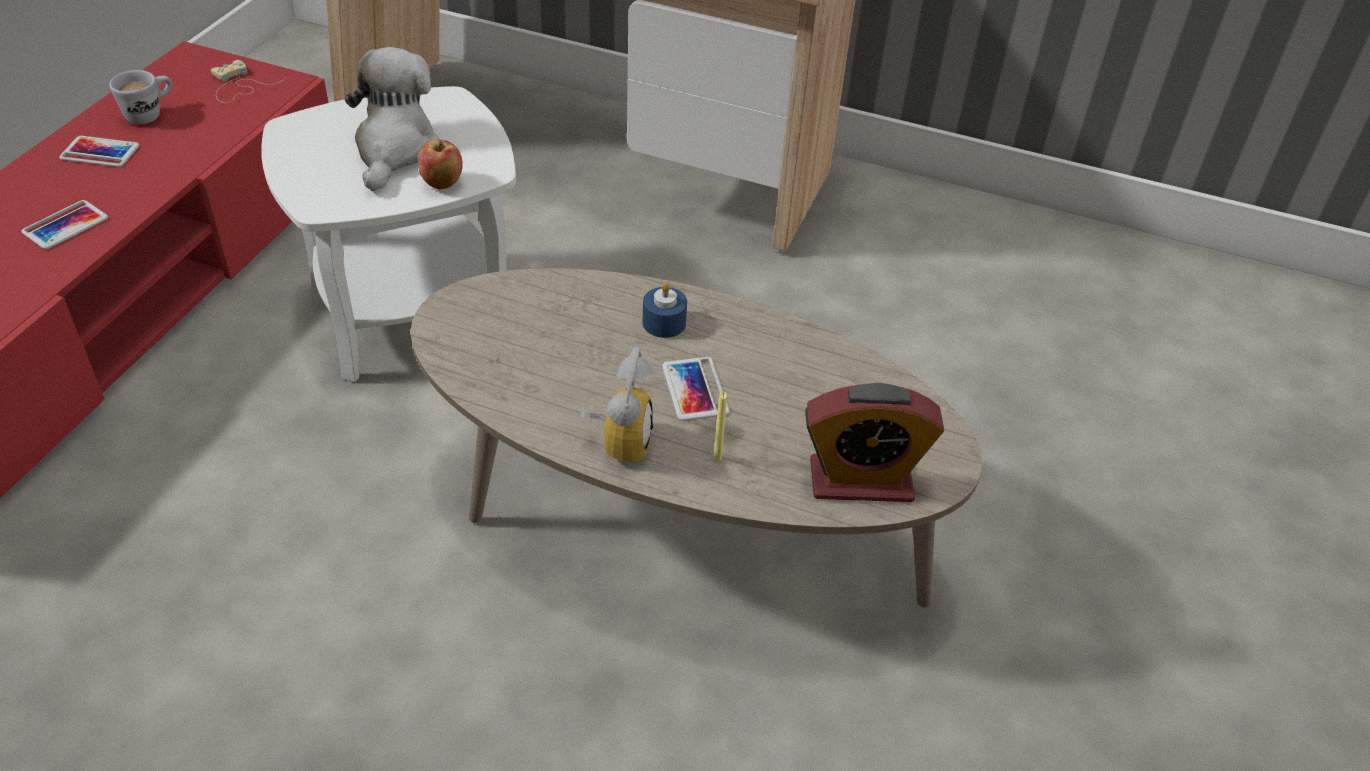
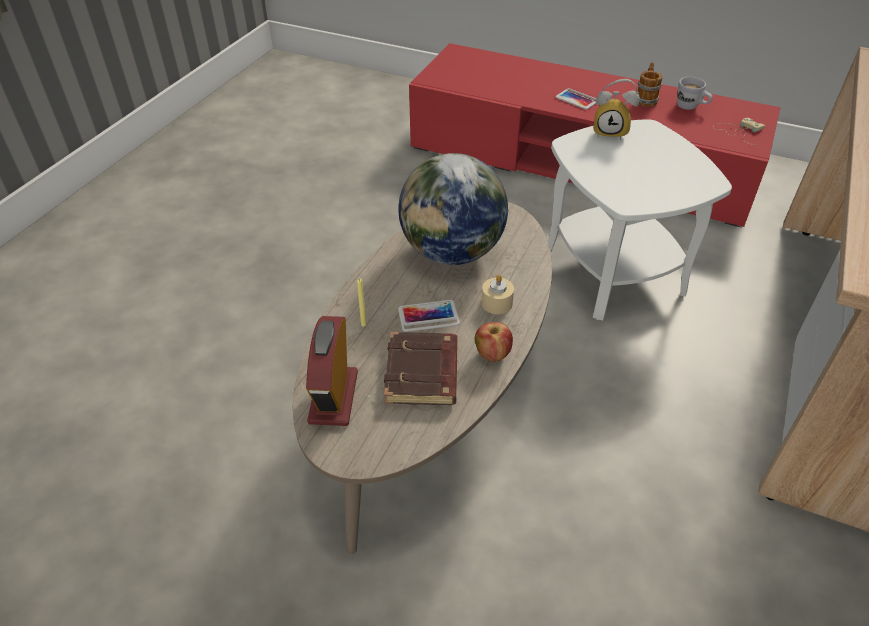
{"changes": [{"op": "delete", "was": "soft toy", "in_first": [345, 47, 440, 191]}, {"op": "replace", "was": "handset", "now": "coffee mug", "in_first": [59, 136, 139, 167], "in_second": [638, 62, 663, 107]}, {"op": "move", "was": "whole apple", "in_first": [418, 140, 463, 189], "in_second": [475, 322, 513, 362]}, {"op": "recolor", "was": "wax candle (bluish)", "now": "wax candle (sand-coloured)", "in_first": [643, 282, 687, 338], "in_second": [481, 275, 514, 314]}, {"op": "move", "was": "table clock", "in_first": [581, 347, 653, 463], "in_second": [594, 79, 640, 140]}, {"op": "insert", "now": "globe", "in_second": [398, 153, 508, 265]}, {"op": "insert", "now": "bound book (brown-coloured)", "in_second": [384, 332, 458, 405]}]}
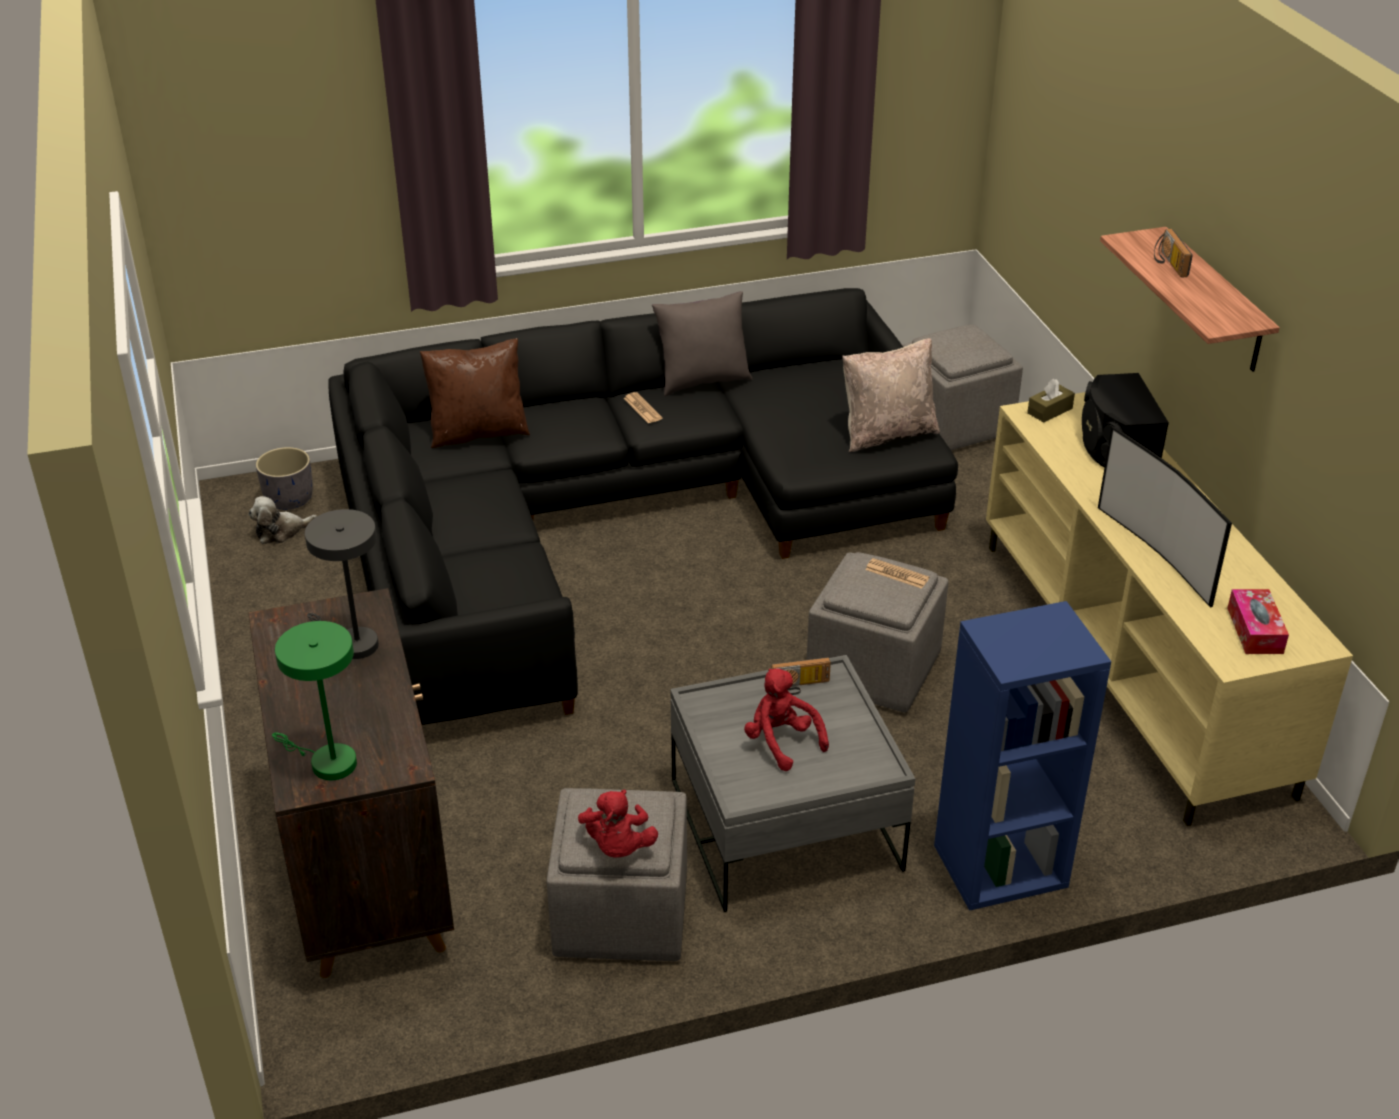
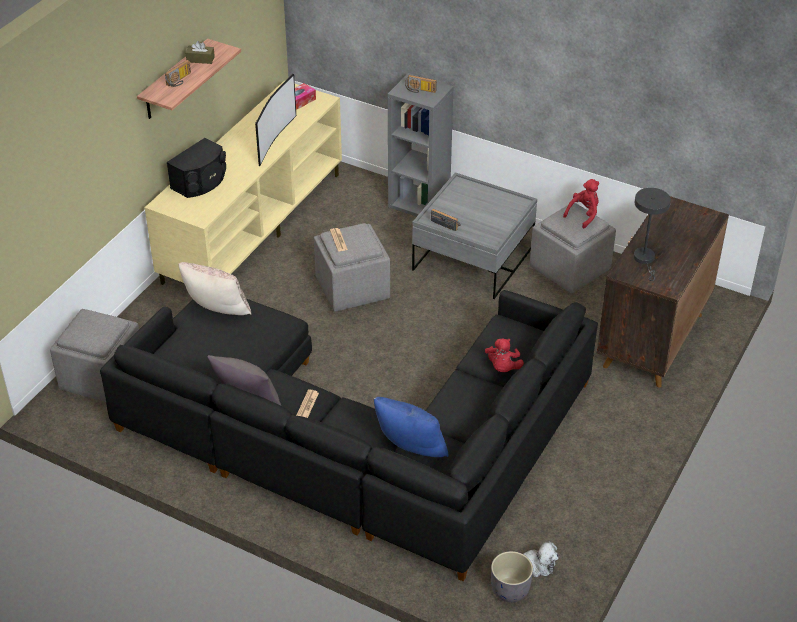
{"changes": [{"op": "recolor", "was": "pillow (brown-coloured)", "now": "pillow (bluish)", "in_first": [420, 339, 530, 448], "in_second": [374, 397, 448, 457]}, {"op": "move", "was": "box of tissues (brown-coloured)", "in_first": [1027, 379, 1075, 422], "in_second": [186, 41, 215, 64]}, {"op": "recolor", "was": "bookcase (bluish)", "now": "bookcase (grey)", "in_first": [934, 601, 1111, 911], "in_second": [388, 73, 454, 217]}, {"op": "delete", "was": "table lamp (green-coloured)", "in_first": [272, 621, 357, 780]}, {"op": "move", "was": "soft toy (red)", "in_first": [744, 669, 829, 771], "in_second": [485, 338, 524, 372]}, {"op": "insert", "now": "radio receiver", "in_second": [405, 75, 437, 93]}]}
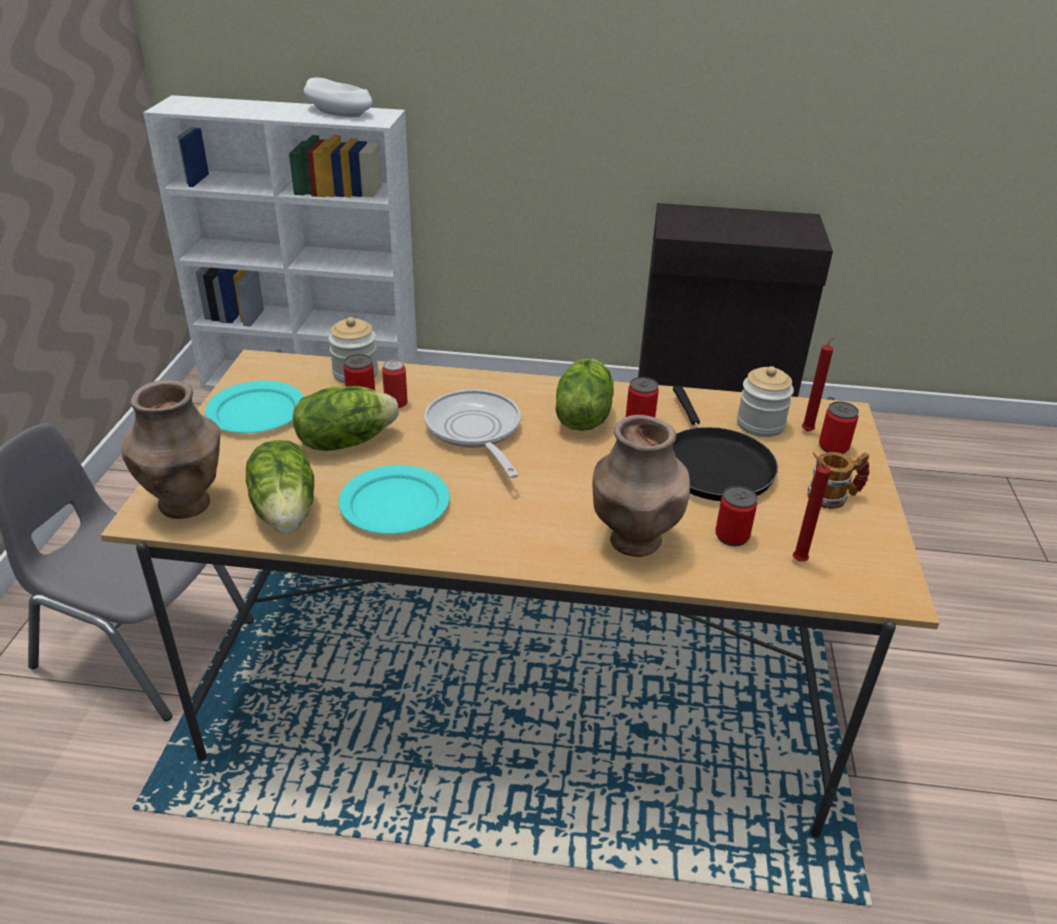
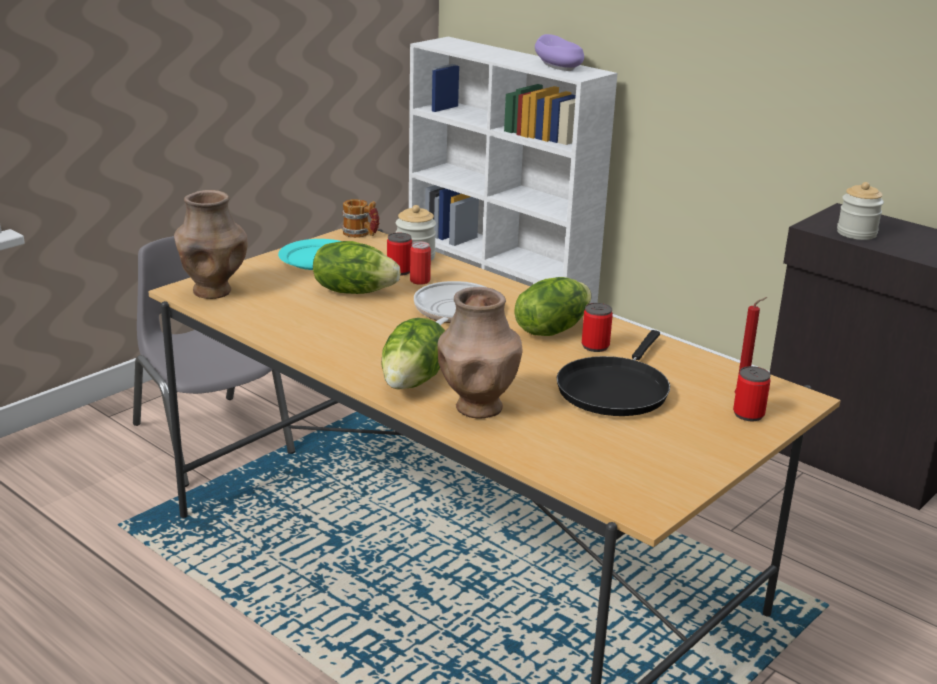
{"changes": [{"op": "recolor", "was": "bowl (whitish)", "now": "bowl (purple)", "in_first": [304, 78, 372, 117], "in_second": [535, 34, 584, 71]}, {"op": "move", "was": "preserve jar", "in_first": [737, 366, 794, 437], "in_second": [837, 182, 884, 240]}, {"op": "move", "was": "lettuce", "in_first": [246, 440, 314, 533], "in_second": [382, 318, 445, 390]}, {"op": "move", "was": "coffee mug", "in_first": [808, 452, 870, 509], "in_second": [342, 199, 380, 238]}, {"op": "delete", "was": "wax candle (red)", "in_first": [793, 453, 831, 562]}, {"op": "delete", "was": "dinner plate (turquoise-coloured)", "in_first": [338, 465, 450, 534]}, {"op": "delete", "was": "sealed can", "in_first": [715, 486, 757, 546]}]}
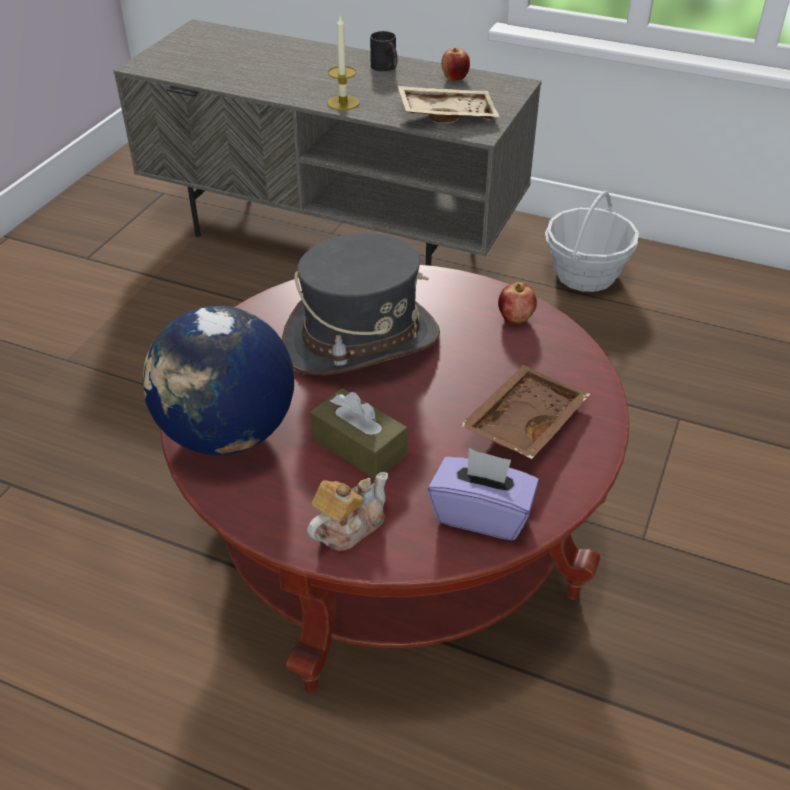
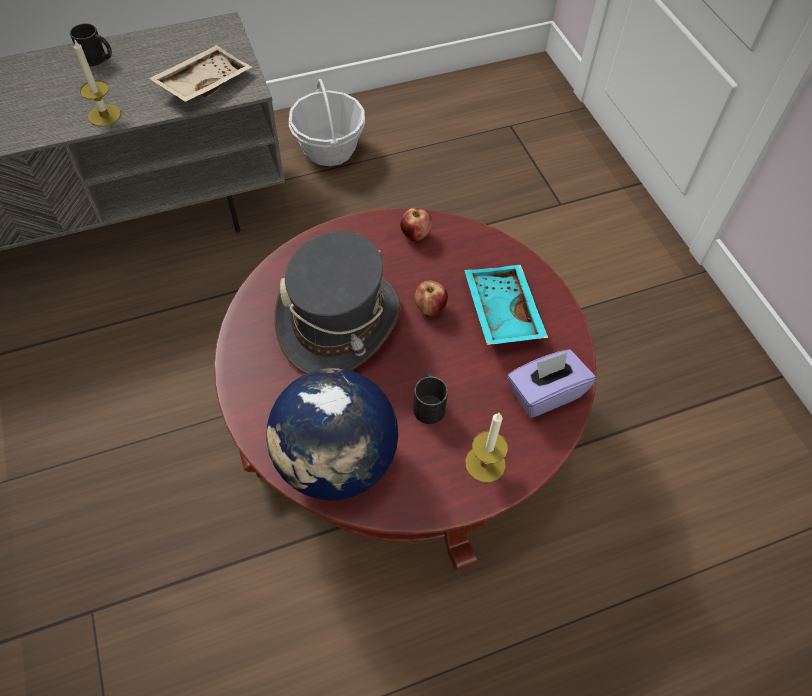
{"changes": [{"op": "move", "was": "whole apple", "in_first": [441, 48, 470, 81], "in_second": [414, 280, 448, 316]}, {"op": "recolor", "was": "carrying tray (brown-coloured)", "now": "carrying tray (turquoise-coloured)", "in_first": [460, 365, 590, 459], "in_second": [464, 265, 548, 345]}, {"op": "replace", "was": "box of tissues (brown-coloured)", "now": "coffee mug (black)", "in_first": [310, 388, 407, 479], "in_second": [413, 371, 448, 424]}, {"op": "replace", "was": "tea pot", "now": "wax candle", "in_first": [307, 472, 388, 551], "in_second": [465, 413, 508, 483]}]}
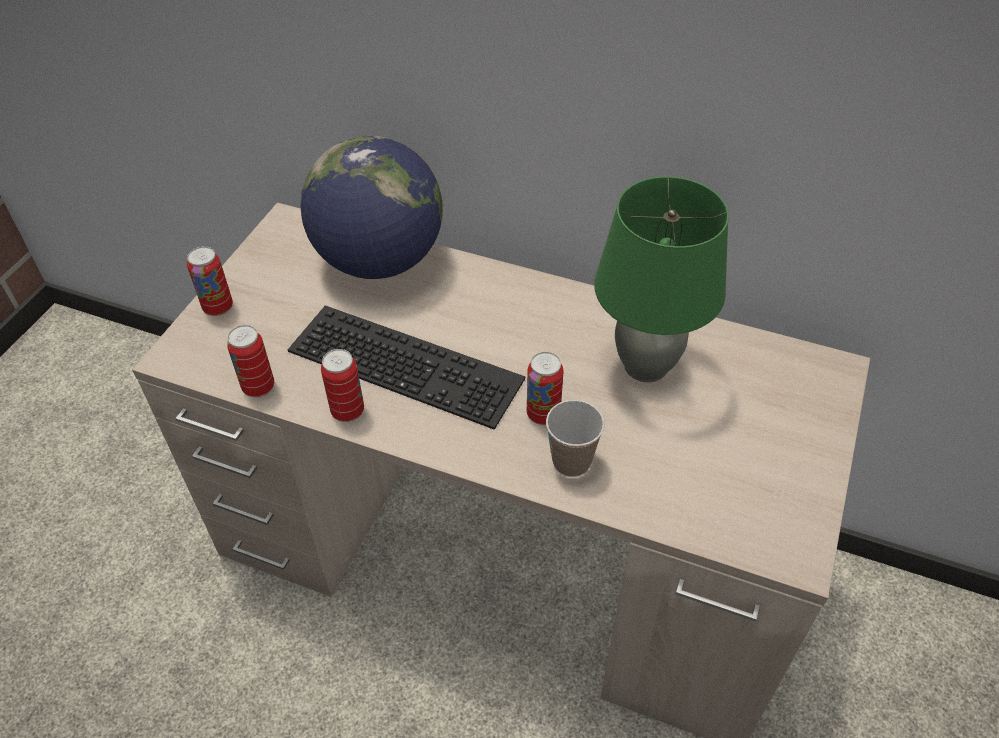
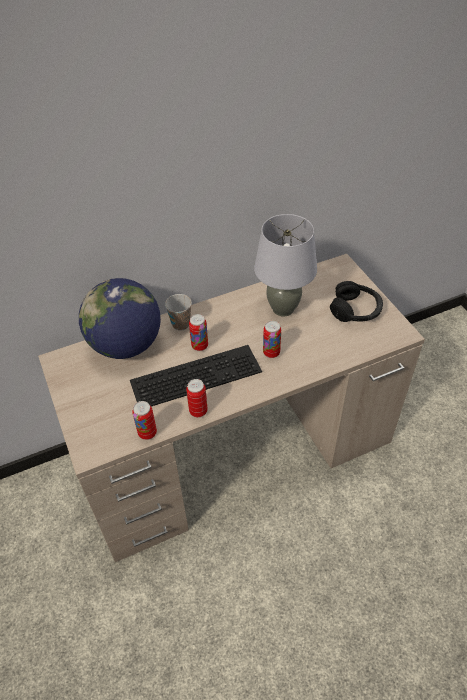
{"changes": [{"op": "recolor", "was": "table lamp (green-coloured)", "now": "table lamp (grey)", "in_first": [594, 176, 729, 382], "in_second": [254, 214, 317, 316]}, {"op": "move", "was": "sealed can", "in_first": [187, 246, 233, 316], "in_second": [189, 314, 208, 351]}, {"op": "move", "was": "drinking cup", "in_first": [546, 400, 605, 477], "in_second": [165, 294, 192, 331]}, {"op": "insert", "now": "headset (black)", "in_second": [330, 281, 383, 322]}]}
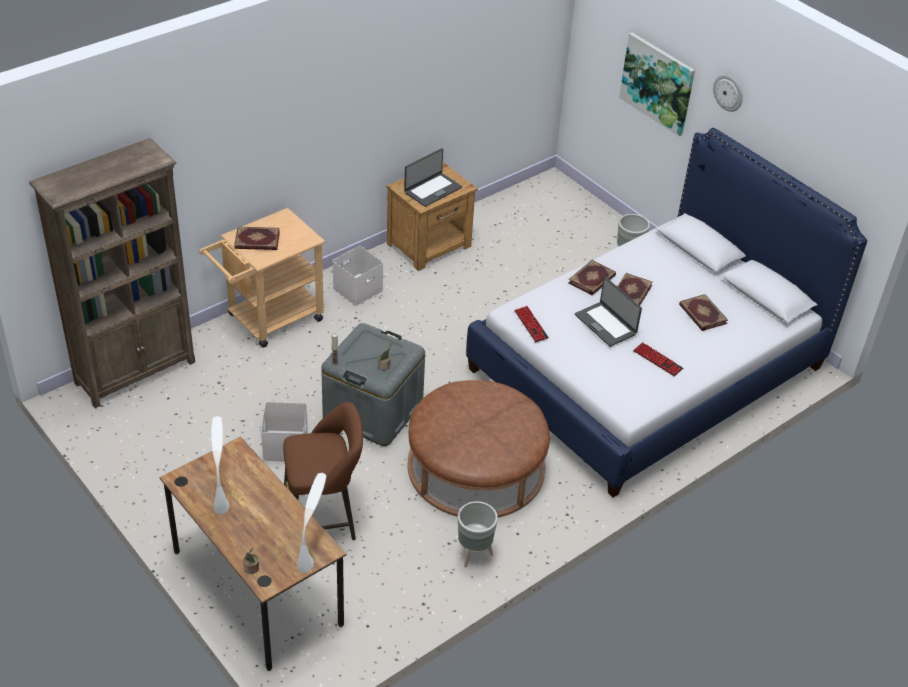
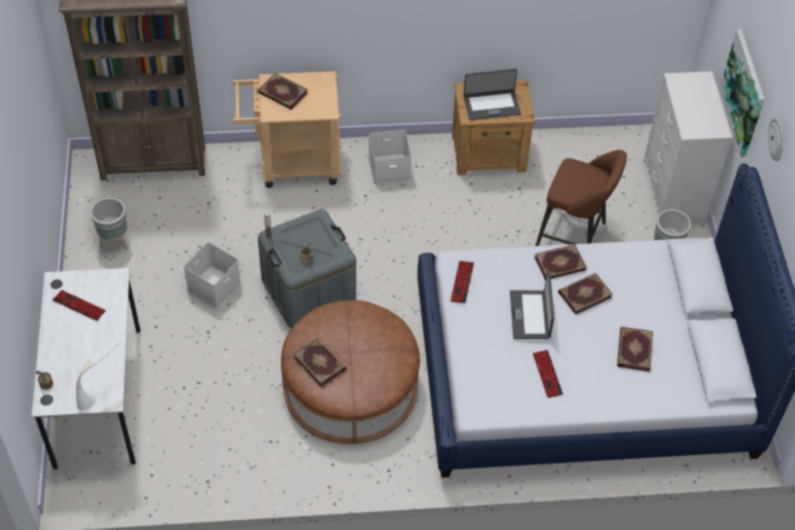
{"changes": [{"op": "move", "was": "stool seat (brown-coloured)", "in_first": [283, 402, 363, 540], "in_second": [535, 150, 627, 246]}, {"op": "replace", "was": "table lamp (whitish)", "now": "PC keyboard", "in_first": [211, 416, 229, 514], "in_second": [53, 290, 106, 321]}, {"op": "recolor", "was": "desk unit (brown-coloured)", "now": "desk unit (whitish)", "in_first": [160, 437, 347, 671], "in_second": [32, 268, 141, 469]}, {"op": "move", "was": "flower pot (grey)", "in_first": [458, 501, 498, 568], "in_second": [91, 198, 128, 250]}, {"op": "insert", "now": "chest of drawers (whitish)", "in_second": [644, 71, 732, 223]}, {"op": "insert", "now": "bound book", "in_second": [293, 338, 347, 386]}]}
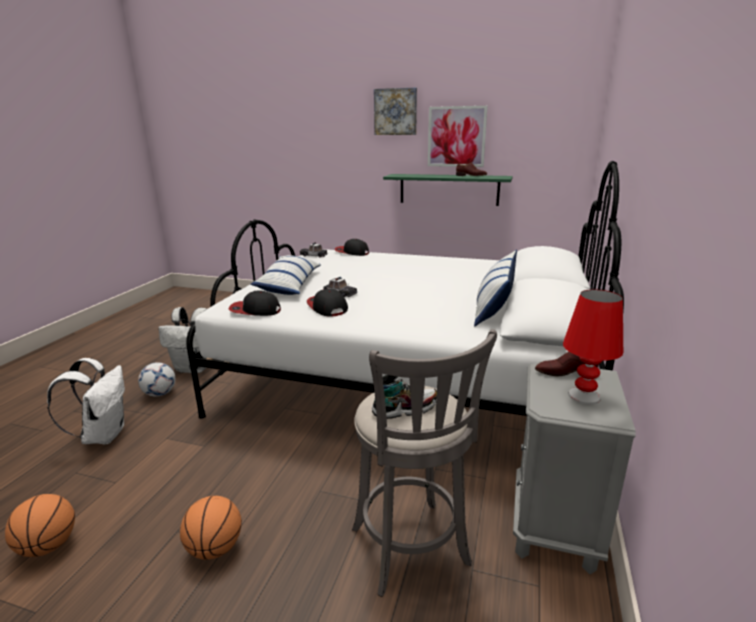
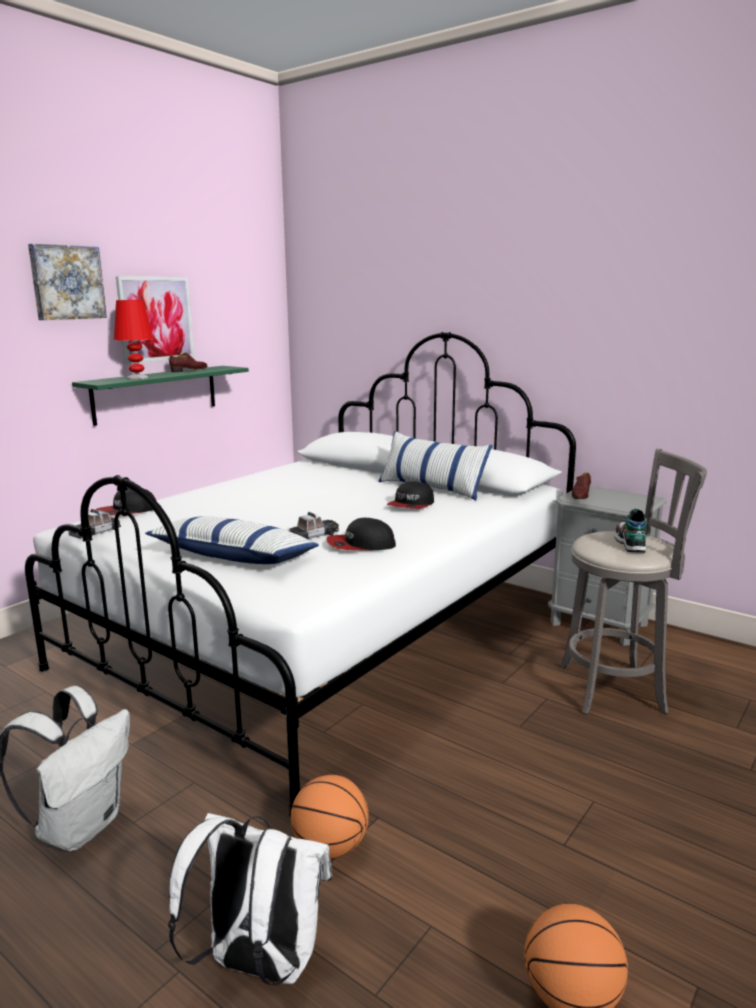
{"changes": [{"op": "move", "was": "table lamp (red)", "in_first": [563, 289, 623, 404], "in_second": [114, 300, 153, 379]}, {"op": "move", "was": "peaked cap", "in_first": [229, 291, 281, 316], "in_second": [387, 481, 434, 509]}, {"op": "delete", "was": "ball for football", "in_first": [138, 362, 175, 397]}, {"op": "move", "was": "basketball", "in_first": [180, 496, 242, 560], "in_second": [291, 775, 369, 859]}]}
